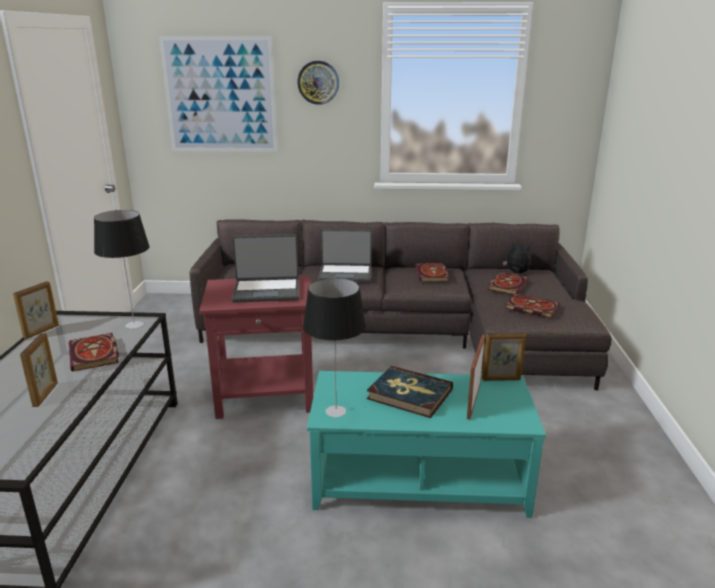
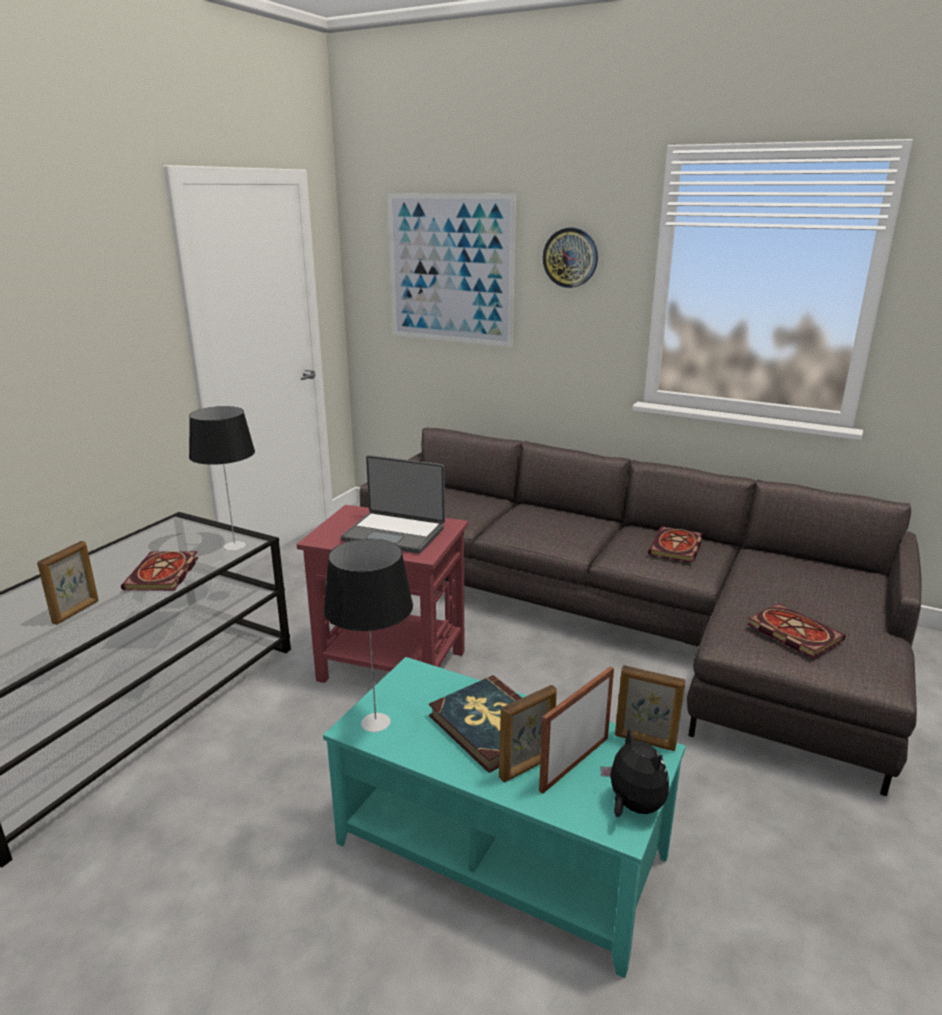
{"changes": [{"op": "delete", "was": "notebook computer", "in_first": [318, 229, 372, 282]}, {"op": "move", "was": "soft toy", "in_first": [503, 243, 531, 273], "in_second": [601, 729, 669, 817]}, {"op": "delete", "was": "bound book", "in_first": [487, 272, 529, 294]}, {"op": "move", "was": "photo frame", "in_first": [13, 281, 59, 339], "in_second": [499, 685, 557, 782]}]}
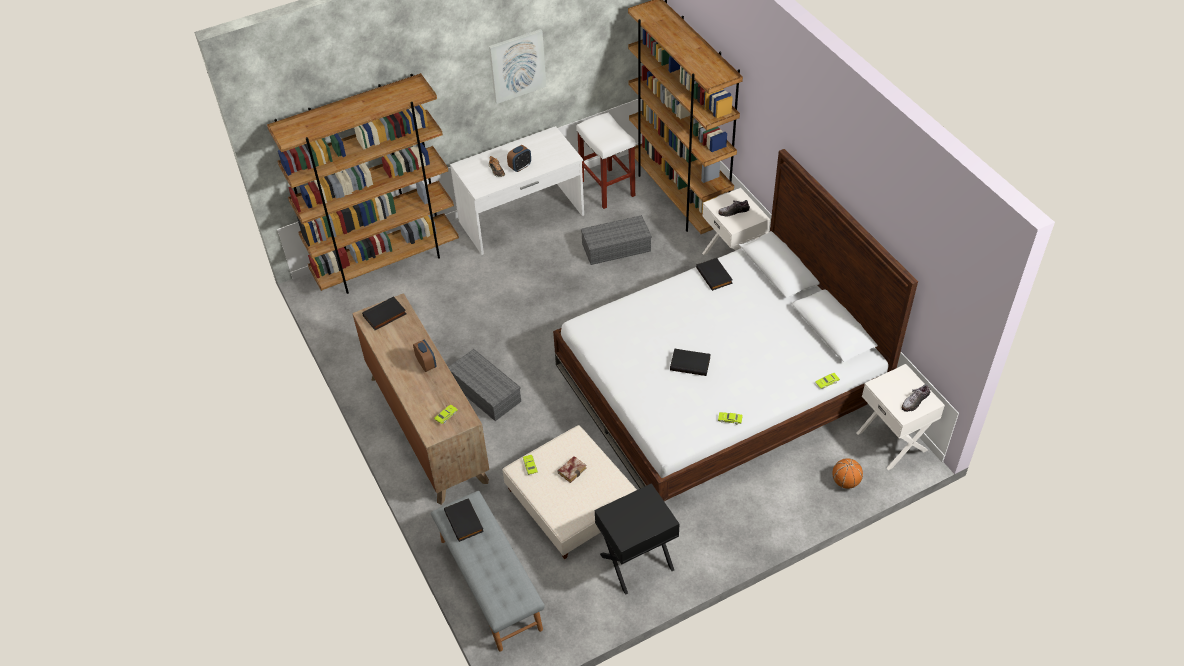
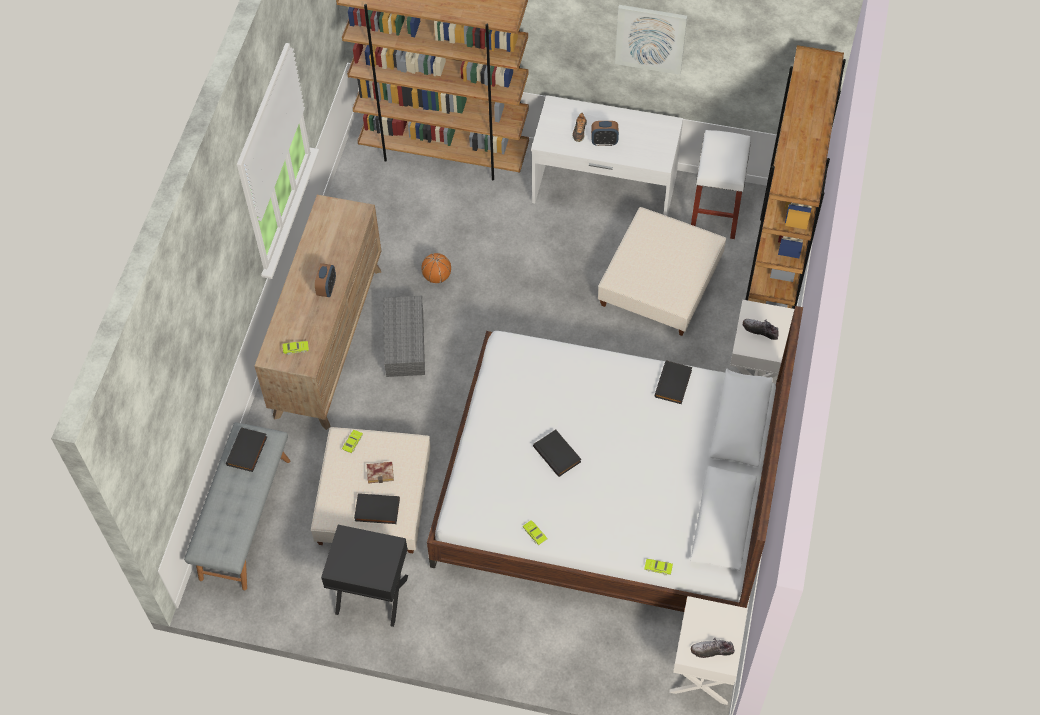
{"changes": [{"op": "replace", "was": "storage bin (grey)", "now": "footrest (sand-coloured)", "in_first": [581, 215, 652, 265], "in_second": [598, 207, 726, 336]}, {"op": "move", "was": "bound book (black)", "in_first": [362, 296, 406, 330], "in_second": [354, 493, 400, 524]}, {"op": "move", "was": "basketball", "in_first": [832, 458, 863, 489], "in_second": [421, 253, 451, 283]}]}
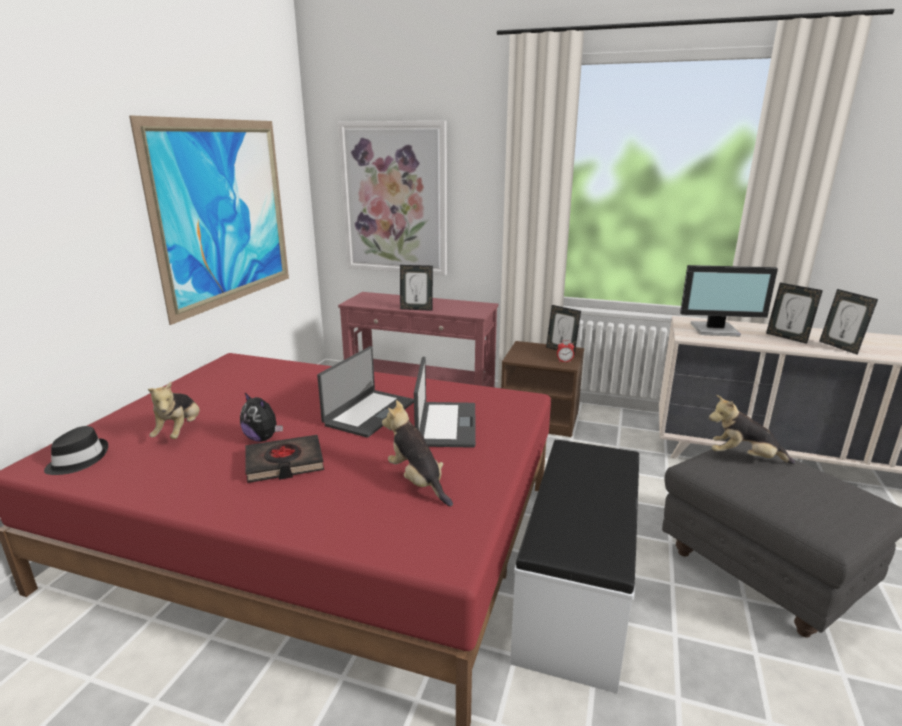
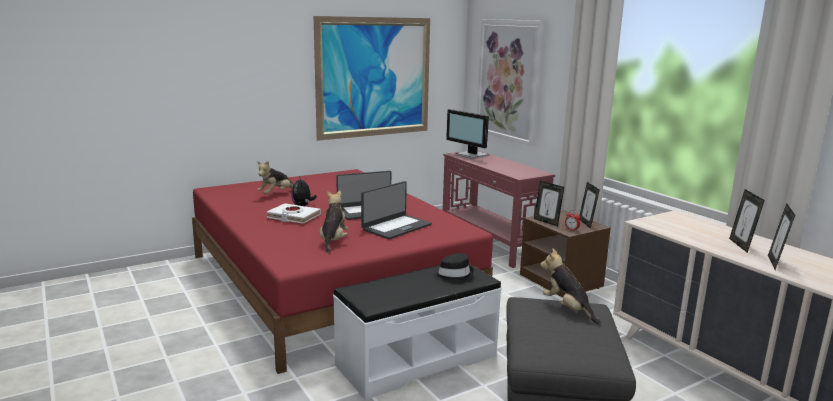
{"changes": [{"op": "move", "was": "photo frame", "in_first": [400, 265, 433, 311], "in_second": [534, 181, 564, 226]}, {"op": "move", "was": "computer screen", "in_first": [680, 265, 778, 336], "in_second": [446, 109, 489, 159]}, {"op": "move", "was": "hat (black)", "in_first": [44, 426, 108, 475], "in_second": [433, 253, 474, 282]}, {"op": "recolor", "was": "bound book (black)", "now": "bound book (whitish)", "in_first": [245, 435, 324, 483], "in_second": [266, 203, 321, 224]}]}
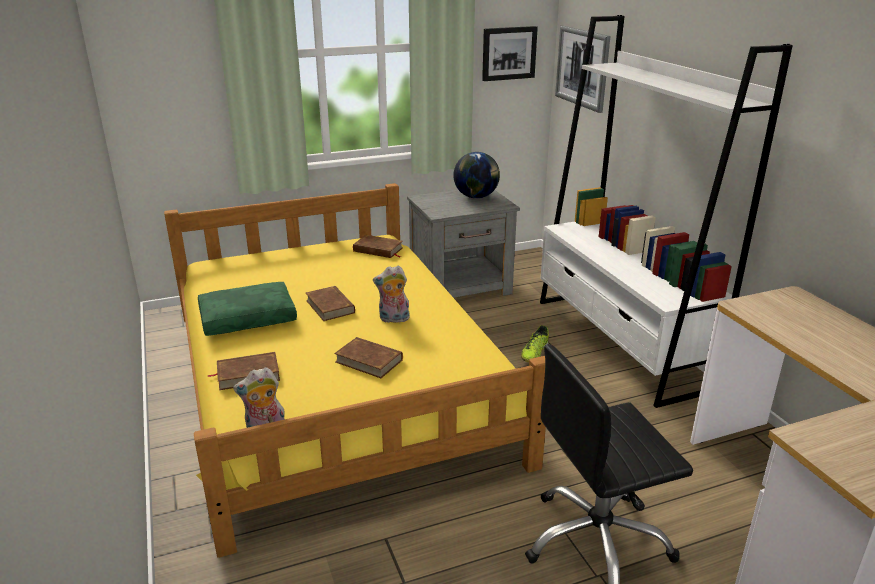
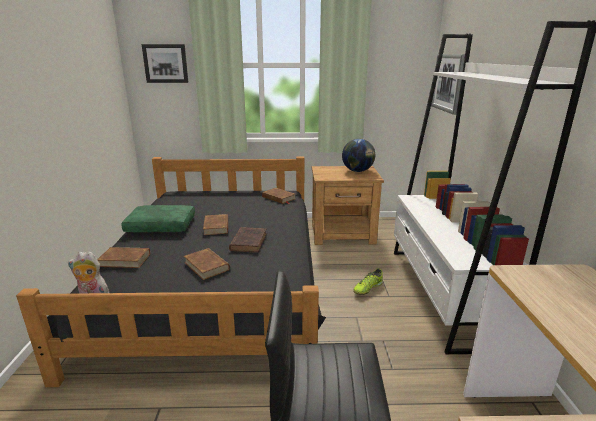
{"changes": [{"op": "move", "was": "wall picture", "in_first": [482, 26, 538, 81], "in_second": [142, 44, 188, 83]}, {"op": "recolor", "was": "sleeping bed (yellow)", "now": "sleeping bed (black)", "in_first": [164, 183, 546, 558], "in_second": [16, 156, 326, 387]}, {"op": "recolor", "was": "nightstand (grey)", "now": "nightstand (brown-coloured)", "in_first": [407, 190, 520, 298], "in_second": [312, 166, 384, 245]}, {"op": "replace", "was": "soft toy", "now": "bound book (brown-coloured)", "in_first": [373, 266, 410, 323], "in_second": [229, 227, 267, 253]}]}
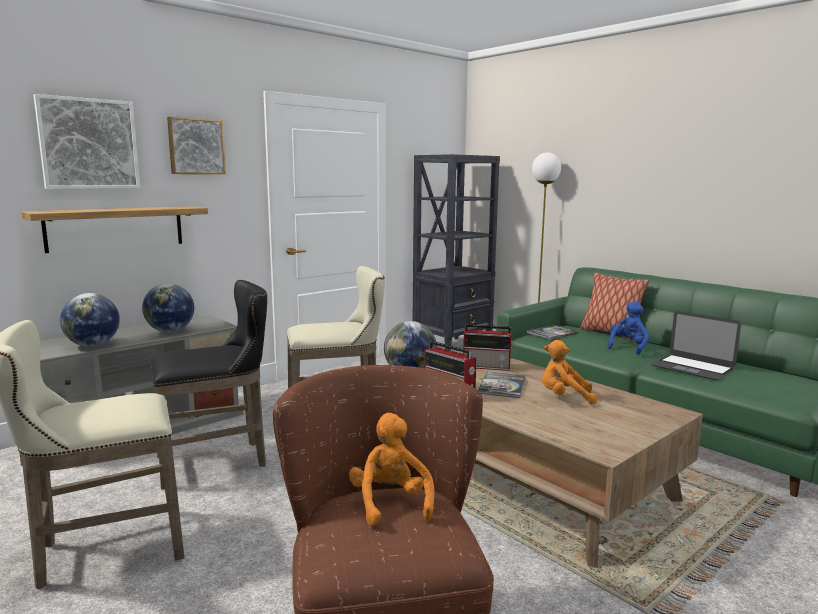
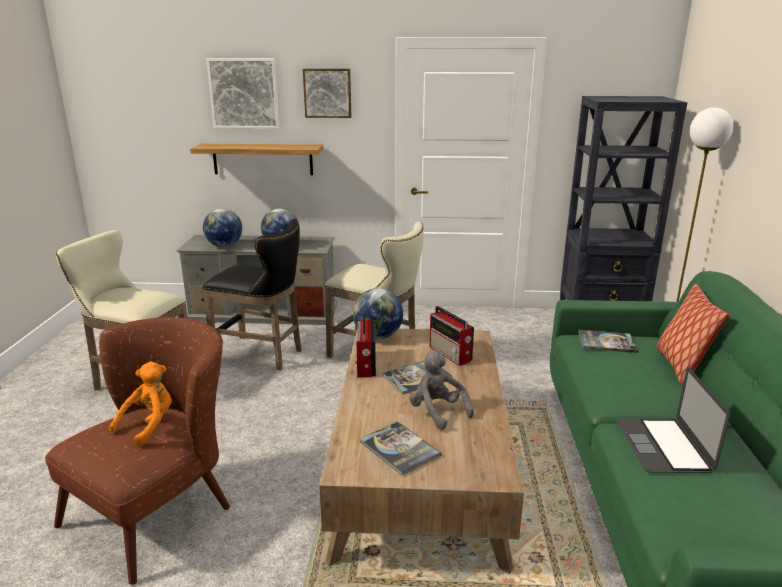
{"changes": [{"op": "delete", "was": "soft toy (bluish)", "in_first": [607, 301, 649, 355]}, {"op": "recolor", "was": "soft toy (orange)", "now": "soft toy (grey)", "in_first": [542, 340, 597, 405], "in_second": [409, 351, 474, 430]}, {"op": "insert", "now": "bound book", "in_second": [360, 421, 441, 475]}]}
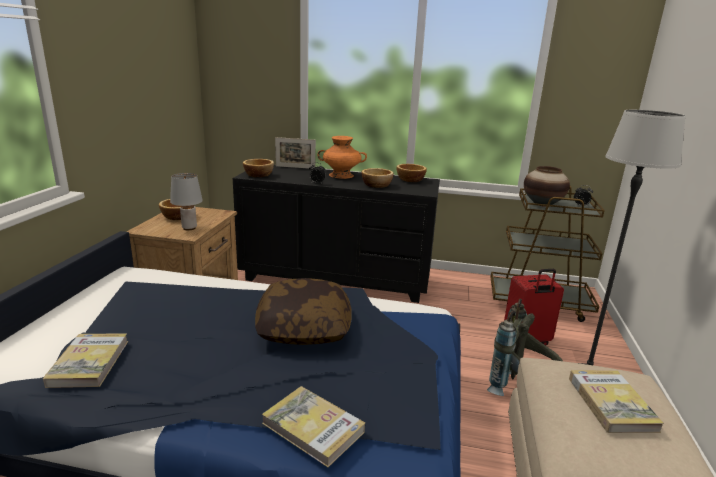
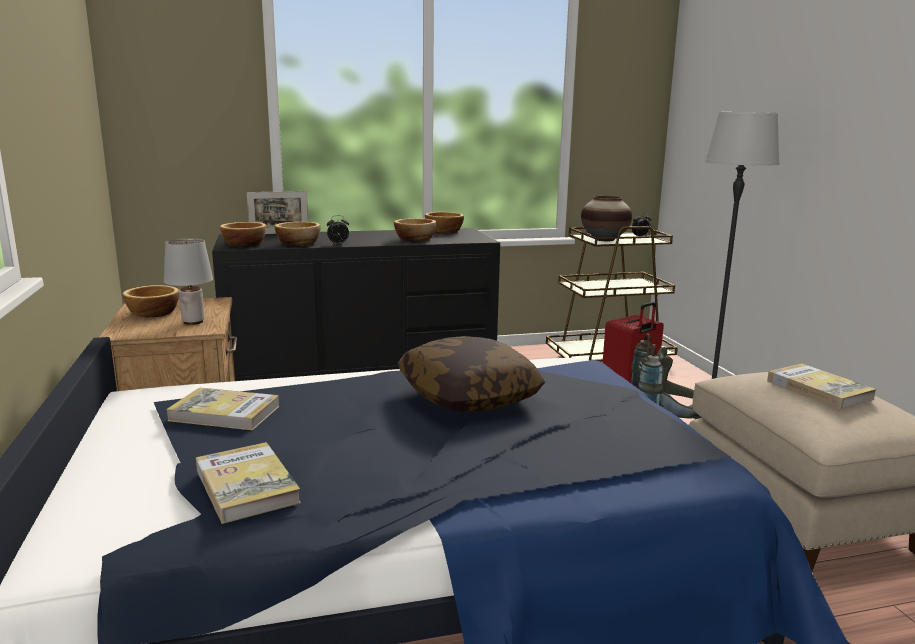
{"changes": [{"op": "delete", "was": "decorative vase (orange)", "in_first": [317, 136, 367, 179]}, {"op": "move", "was": "bound book", "in_first": [262, 386, 365, 467], "in_second": [166, 388, 279, 430]}, {"op": "insert", "now": "bowl", "in_second": [275, 222, 321, 246]}]}
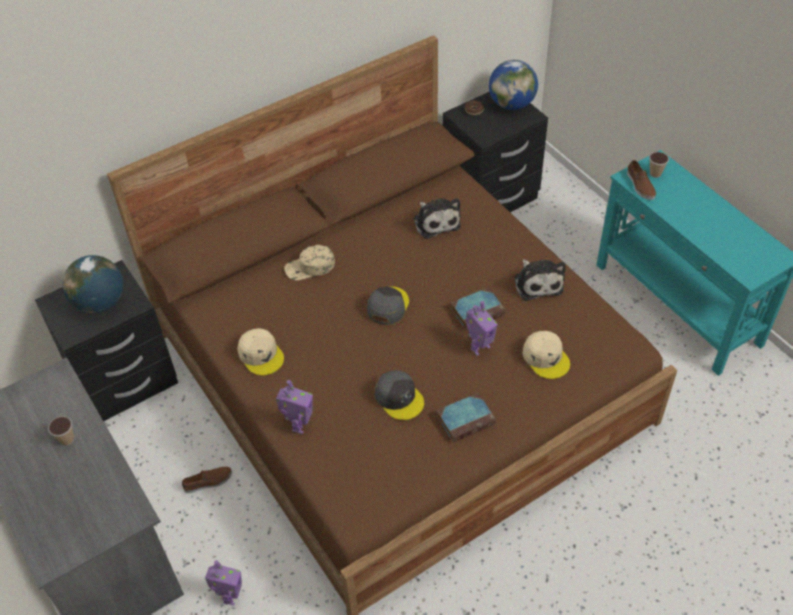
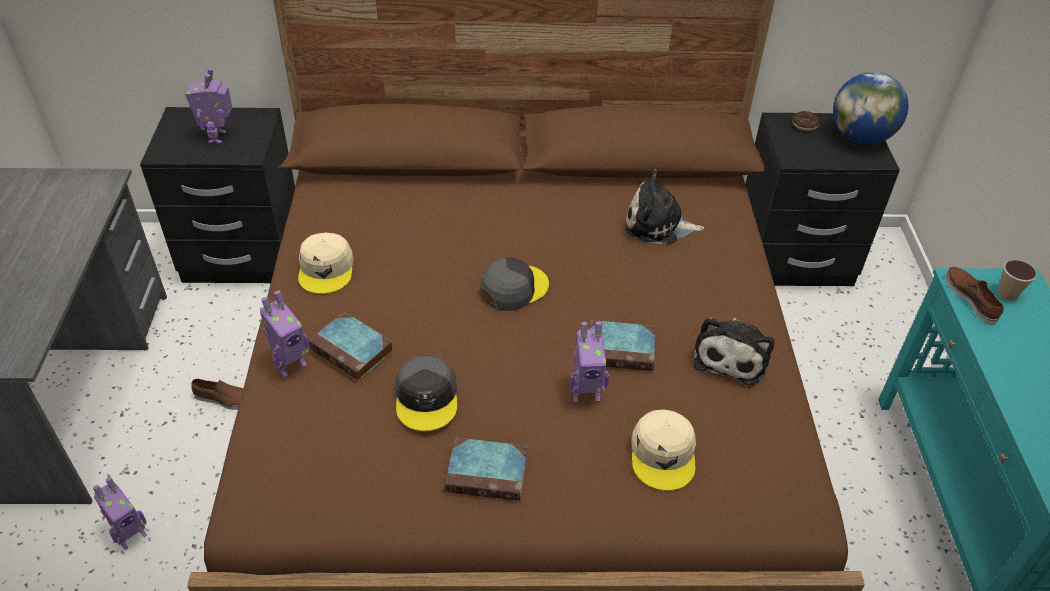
{"changes": [{"op": "rotate", "was": "item of footwear (brown-coloured)", "in_first": [627, 160, 656, 200], "in_second": [945, 267, 1004, 325], "clockwise": 150}, {"op": "rotate", "was": "soft toy", "in_first": [414, 198, 461, 239], "in_second": [625, 169, 704, 244], "clockwise": 90}, {"op": "delete", "was": "peaked cap (sand-coloured)", "in_first": [284, 245, 335, 280]}, {"op": "replace", "was": "globe", "now": "model robot", "in_first": [63, 255, 123, 313], "in_second": [185, 68, 232, 143]}, {"op": "delete", "was": "drinking cup", "in_first": [48, 416, 74, 446]}, {"op": "insert", "now": "bound book", "in_second": [309, 312, 393, 381]}]}
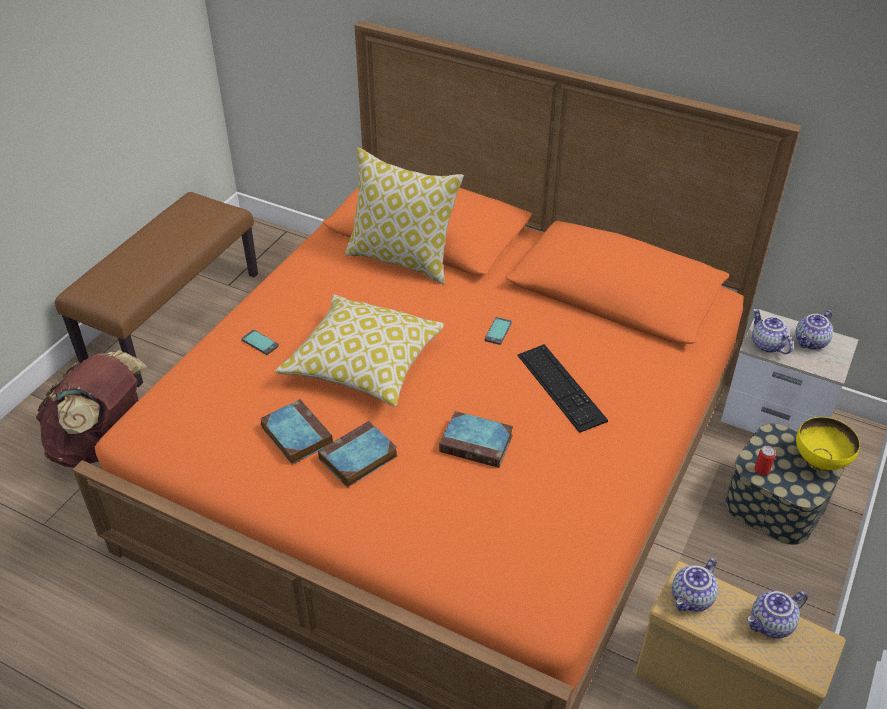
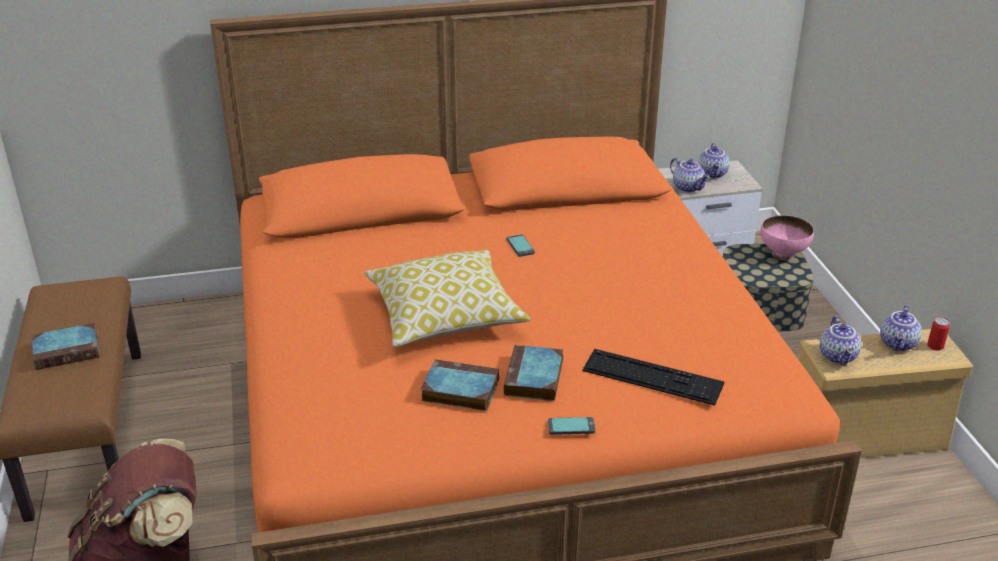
{"changes": [{"op": "delete", "was": "pillow", "in_first": [345, 148, 464, 285]}, {"op": "rotate", "was": "tea pot", "in_first": [752, 309, 793, 354], "in_second": [670, 158, 710, 193], "clockwise": -150}, {"op": "move", "was": "handset", "in_first": [241, 330, 279, 355], "in_second": [548, 417, 595, 435]}, {"op": "move", "was": "PC keyboard", "in_first": [517, 344, 608, 433], "in_second": [582, 349, 724, 405]}, {"op": "move", "was": "bound book", "in_first": [439, 411, 513, 468], "in_second": [32, 323, 99, 370]}, {"op": "recolor", "was": "bowl (yellow)", "now": "bowl (pinkish)", "in_first": [796, 417, 860, 472], "in_second": [760, 215, 814, 260]}, {"op": "move", "was": "sealed can", "in_first": [754, 446, 776, 476], "in_second": [927, 317, 950, 351]}]}
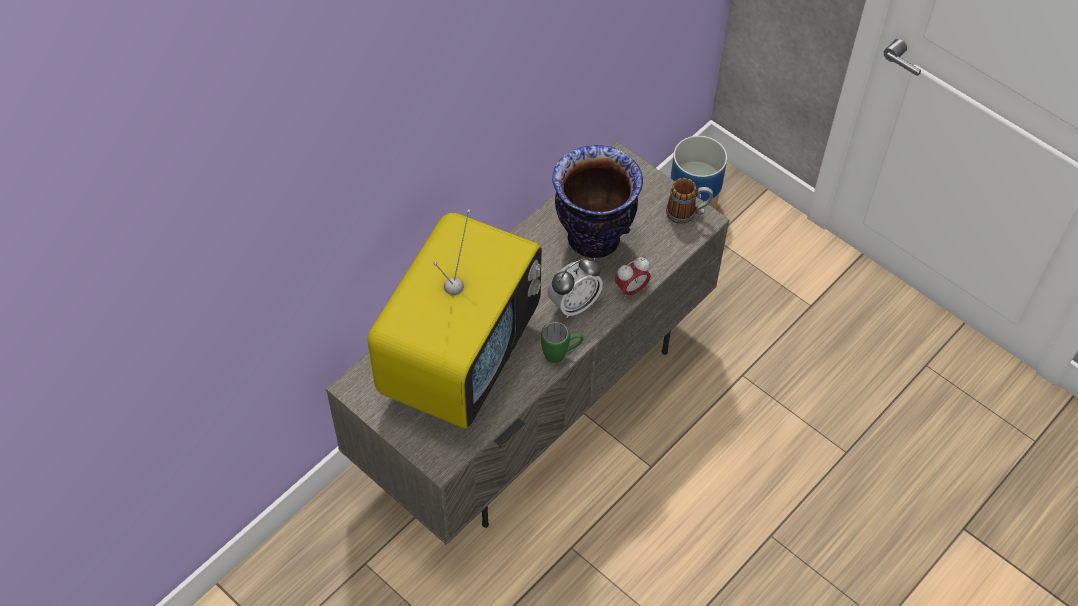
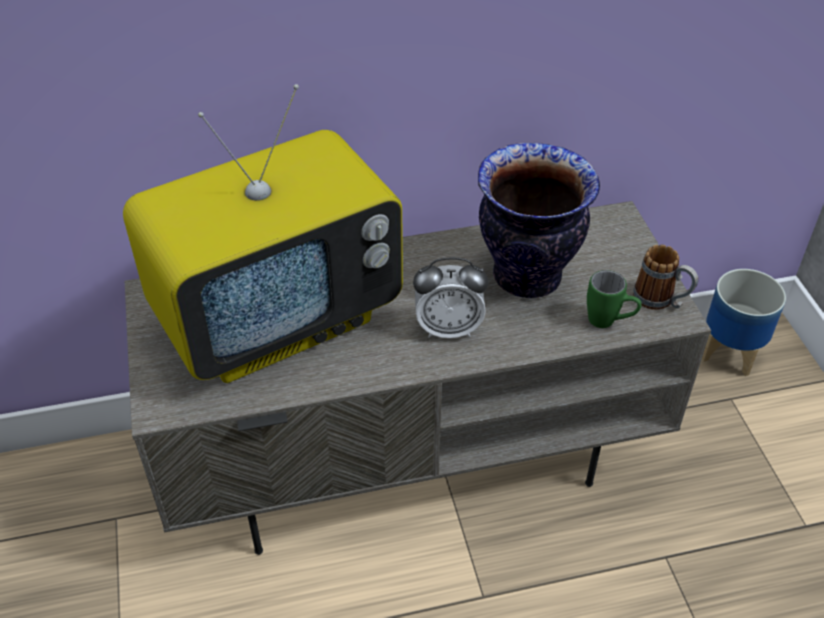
{"changes": [{"op": "delete", "was": "table clock", "in_first": [615, 257, 651, 299]}, {"op": "move", "was": "coffee mug (green-coloured)", "in_first": [541, 322, 583, 363], "in_second": [587, 270, 642, 328]}]}
